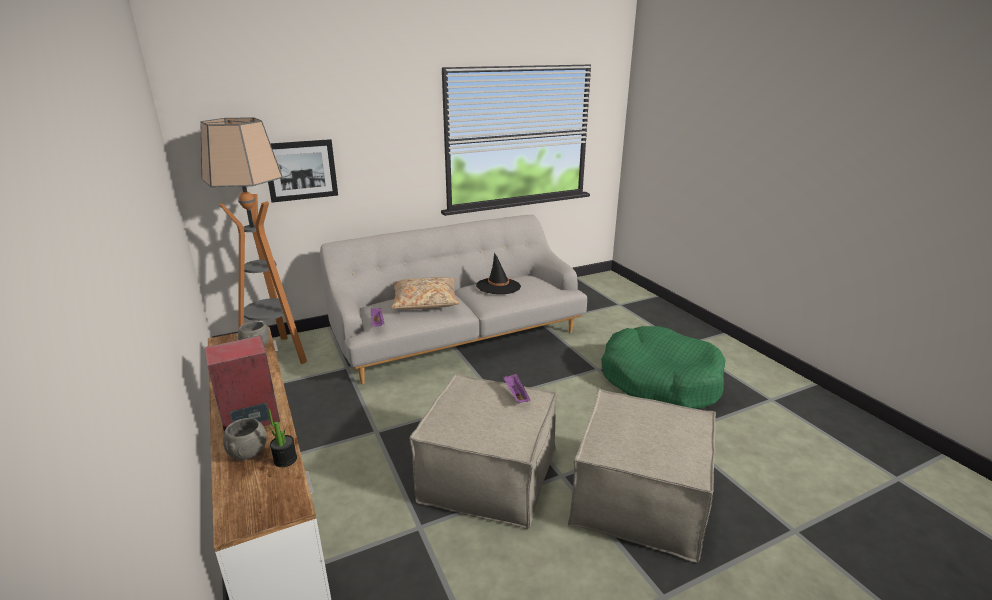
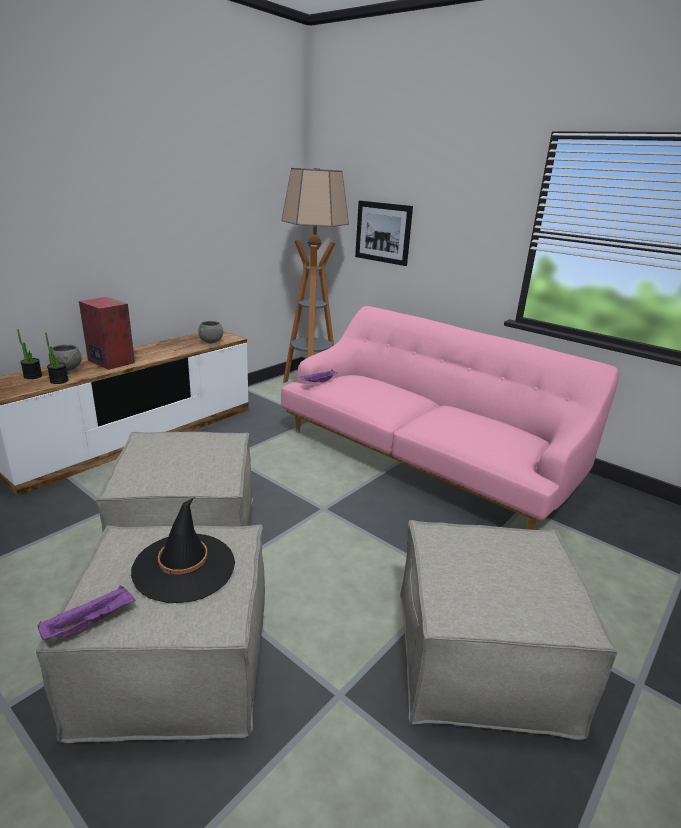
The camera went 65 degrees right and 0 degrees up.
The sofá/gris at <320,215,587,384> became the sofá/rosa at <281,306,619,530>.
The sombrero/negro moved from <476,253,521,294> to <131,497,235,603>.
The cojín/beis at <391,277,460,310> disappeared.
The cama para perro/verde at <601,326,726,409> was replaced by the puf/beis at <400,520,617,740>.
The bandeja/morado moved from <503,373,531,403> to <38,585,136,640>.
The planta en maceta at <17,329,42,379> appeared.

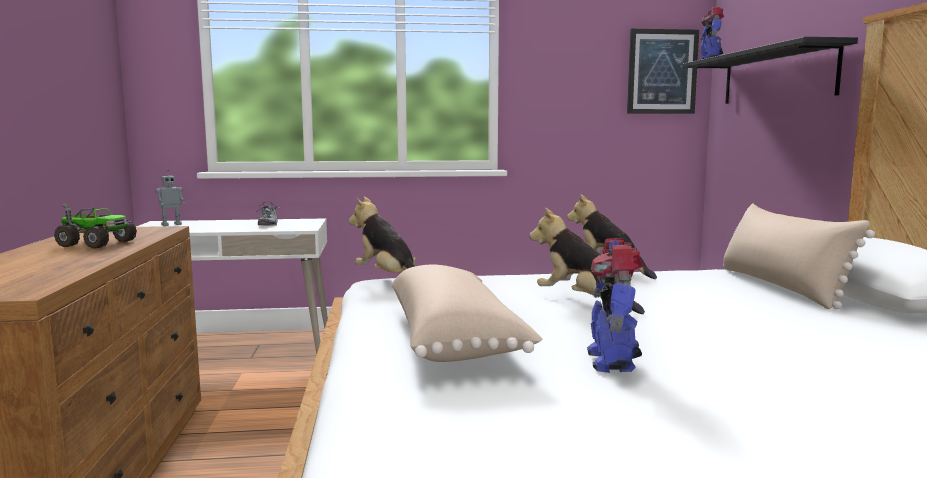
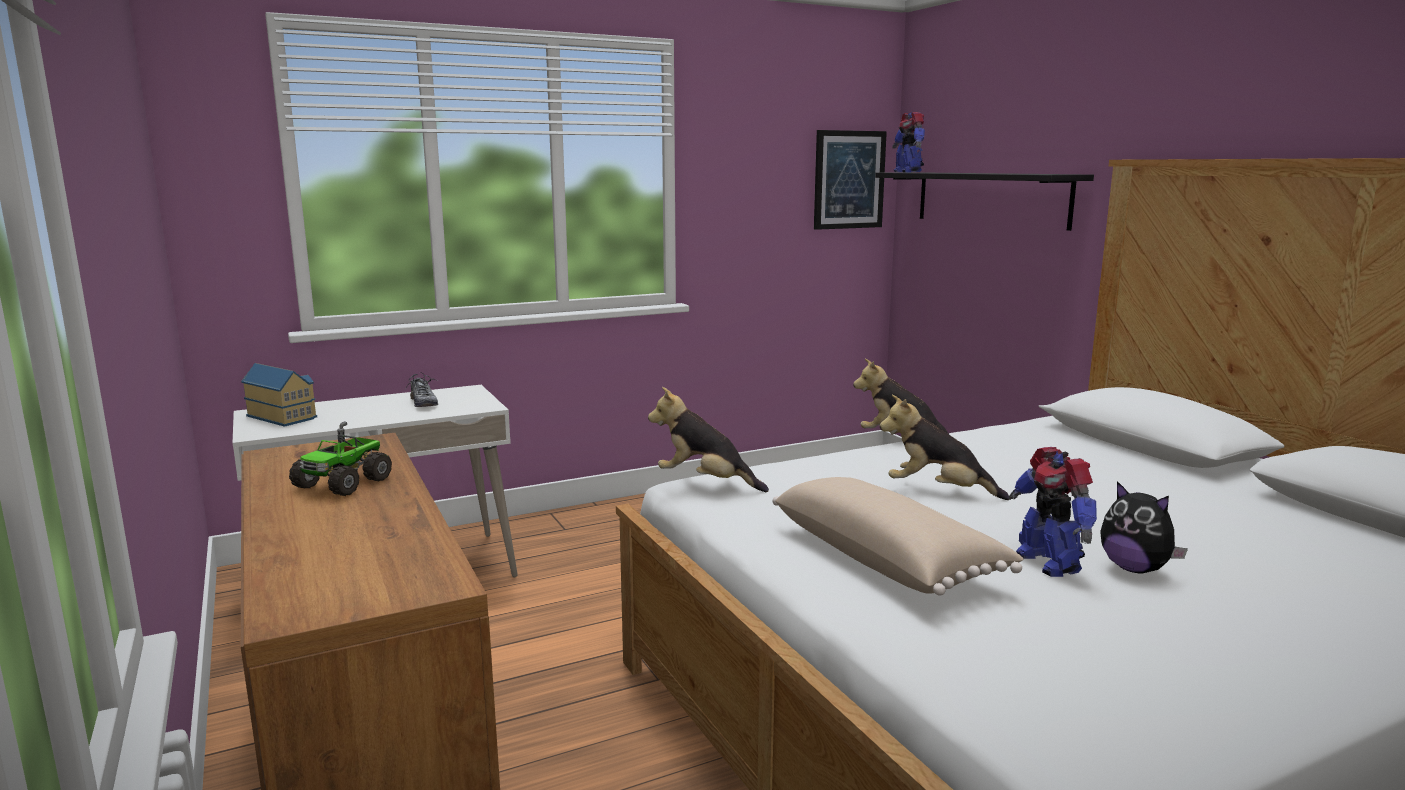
The camera went 20 degrees left and 5 degrees up.
The robot de juguete at <156,169,185,226> was replaced by the casita at <241,363,317,427>.
The cojín/beis at <723,203,875,309> disappeared.
The camión de juguete at <54,204,137,249> turned 120 degrees clockwise.
The peluche at <1100,481,1188,573> appeared.

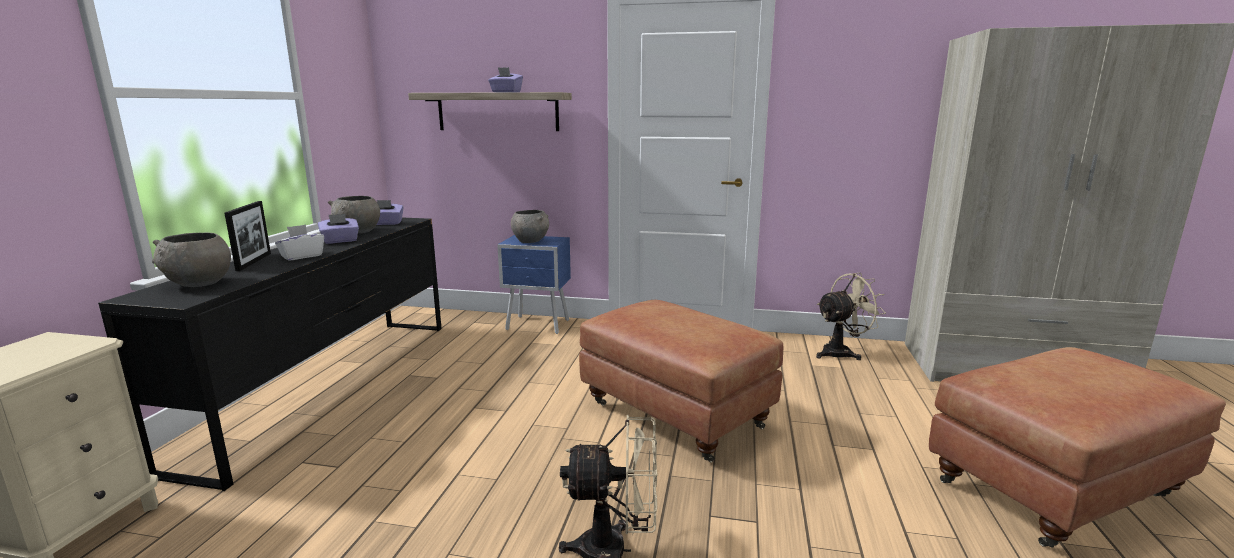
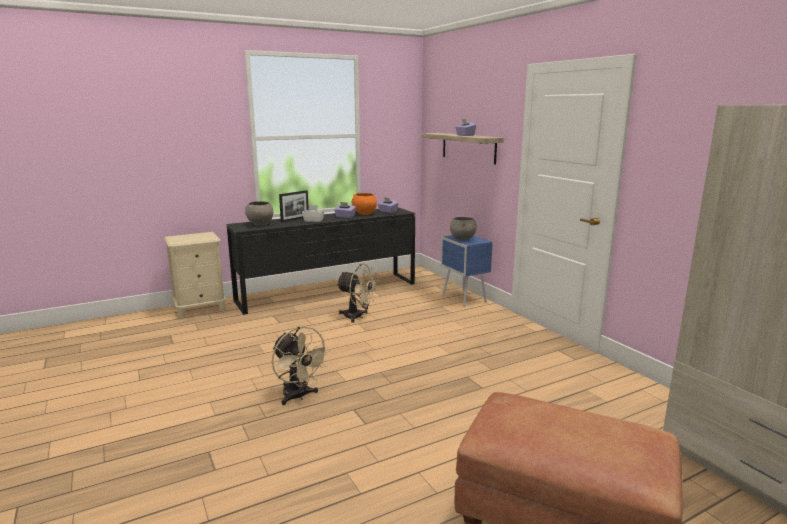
The camera went 50 degrees right and 0 degrees up.
The cuenco/gris at <328,196,380,233> became the cuenco/naranja at <351,193,377,215>.
The ventilador/beis moved from <816,273,886,360> to <337,263,379,323>.
The puf/marrón at <579,300,783,462> disappeared.

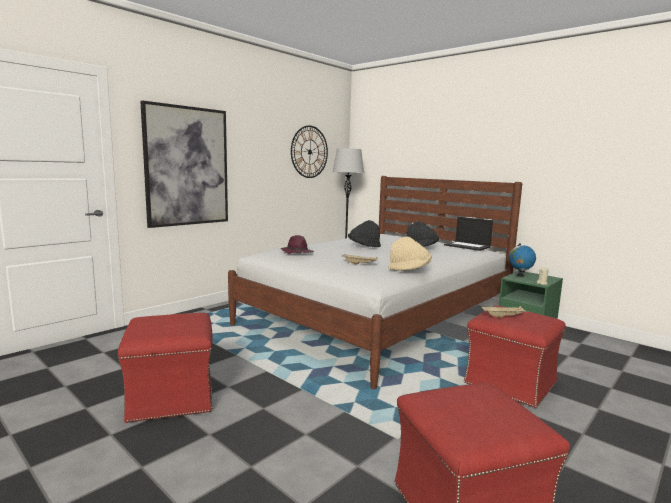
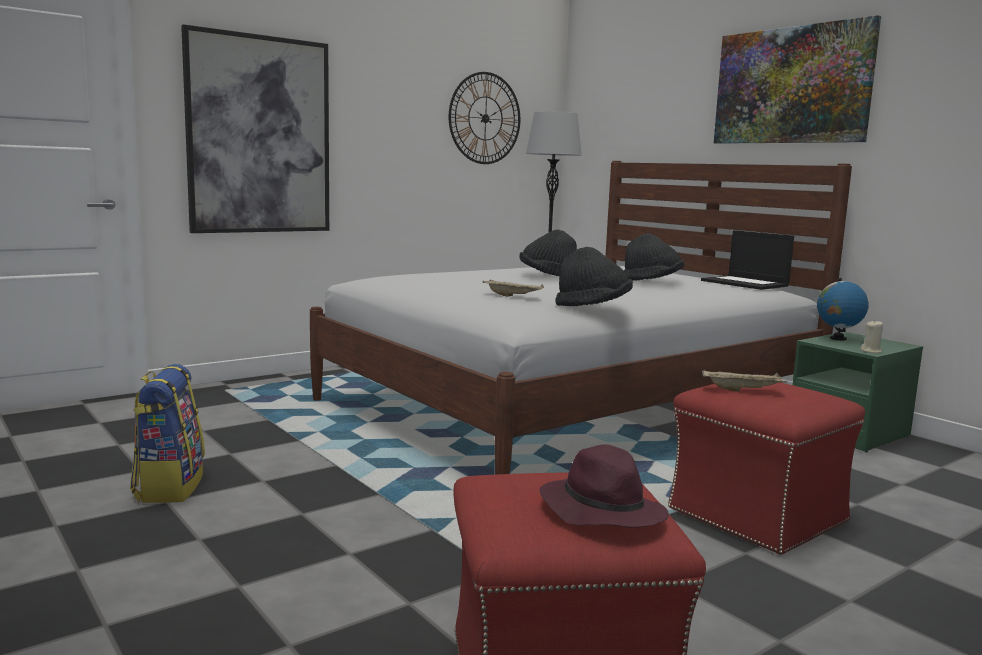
The camera went 10 degrees right and 0 degrees up.
The sombrero/morado moved from <280,235,314,254> to <540,444,669,527>.
The sombrero/beis at <388,236,432,271> became the sombrero/negro at <556,247,633,306>.
The puf/rojo at <118,313,212,423> was replaced by the mochila at <130,364,205,503>.
The cuadro at <714,15,881,144> appeared.

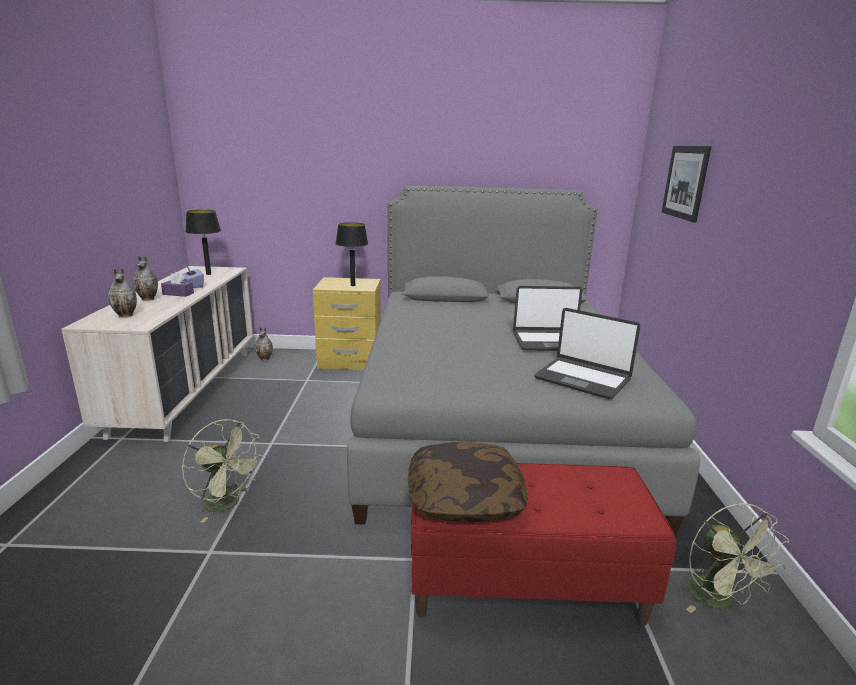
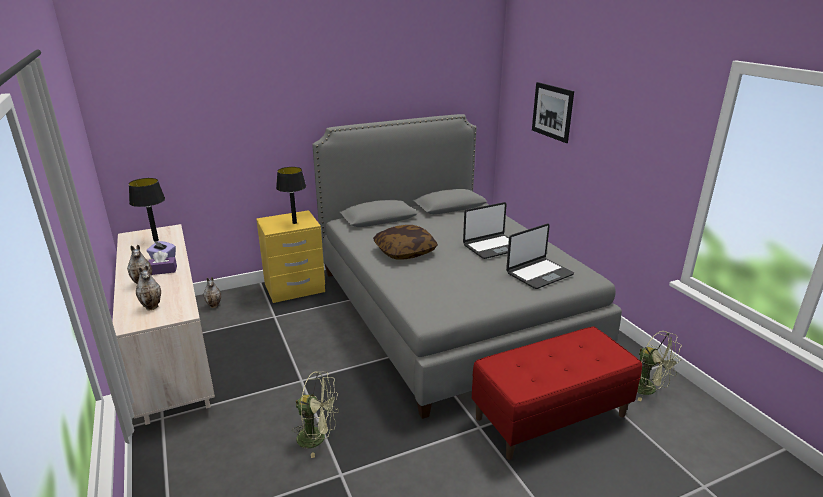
The camera went 25 degrees left and 5 degrees up.
The portátil at <534,308,640,399> turned 45 degrees counterclockwise.
The cojín moved from <408,441,528,522> to <373,225,438,260>.

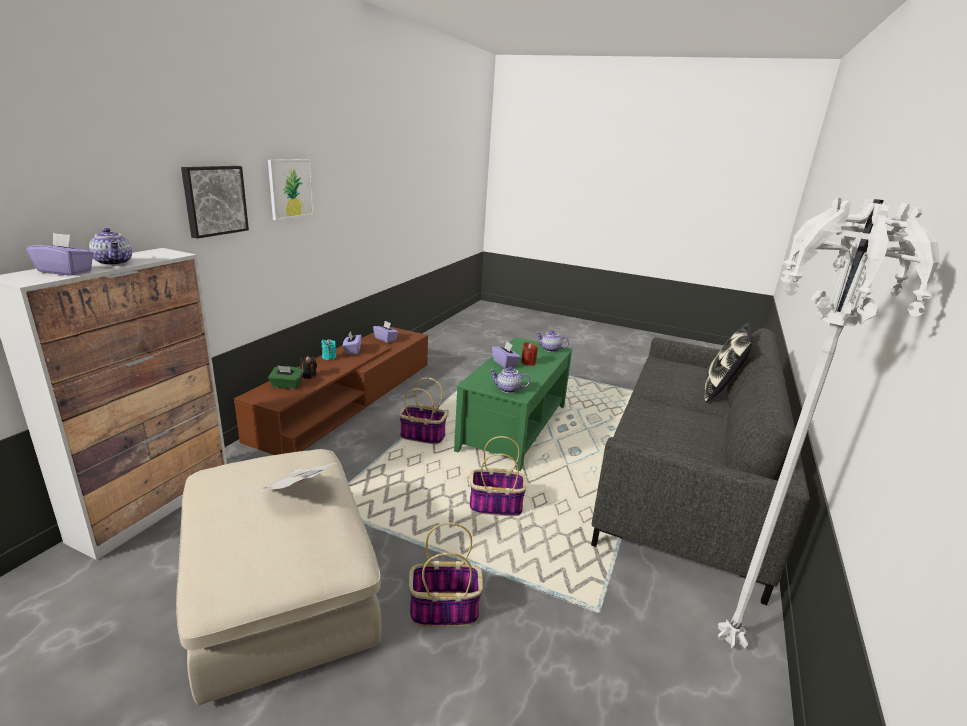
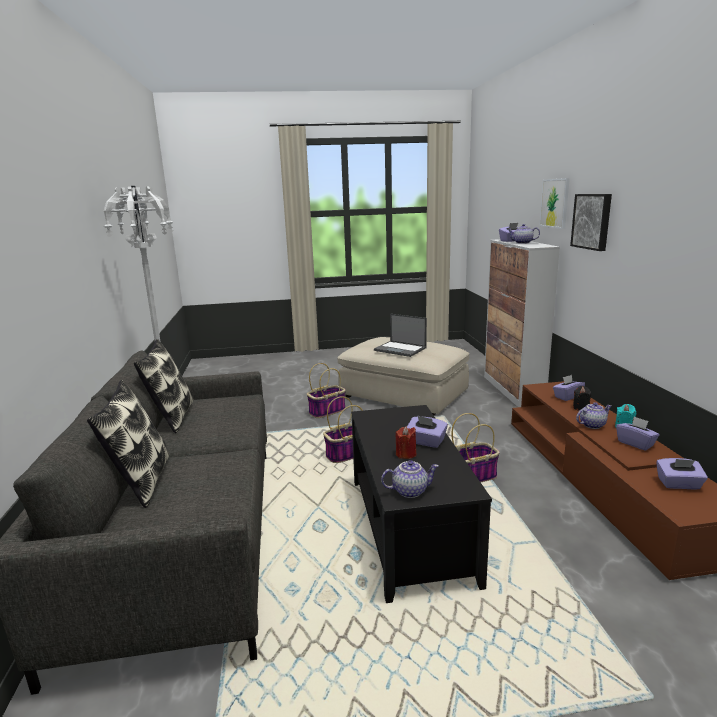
The camera went 150 degrees right and 5 degrees down.
The cuadro moved from <268,159,314,220> to <539,178,570,229>.
The mesa de centro/verde at <454,337,573,471> became the mesa de centro/negro at <351,405,492,603>.
The caja de pañuelos/verde at <268,365,303,389> became the caja de pañuelos/morado at <553,375,585,401>.
The tetera moved from <490,367,530,393> to <576,402,611,429>.
The periódico at <262,463,337,490> was replaced by the portátil at <374,314,427,357>.
The cojín at <134,339,193,433> appeared.

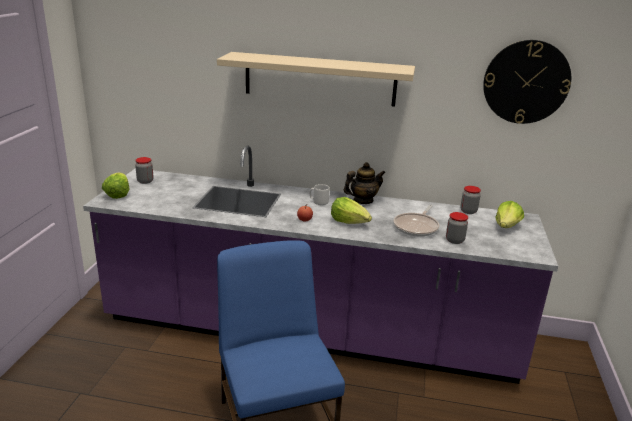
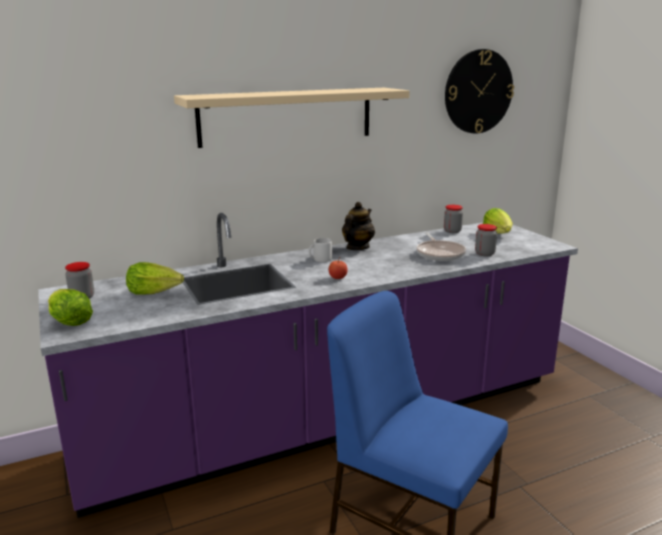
The camera went 35 degrees left and 5 degrees down.
The lechuga moved from <331,197,372,224> to <126,262,184,295>.

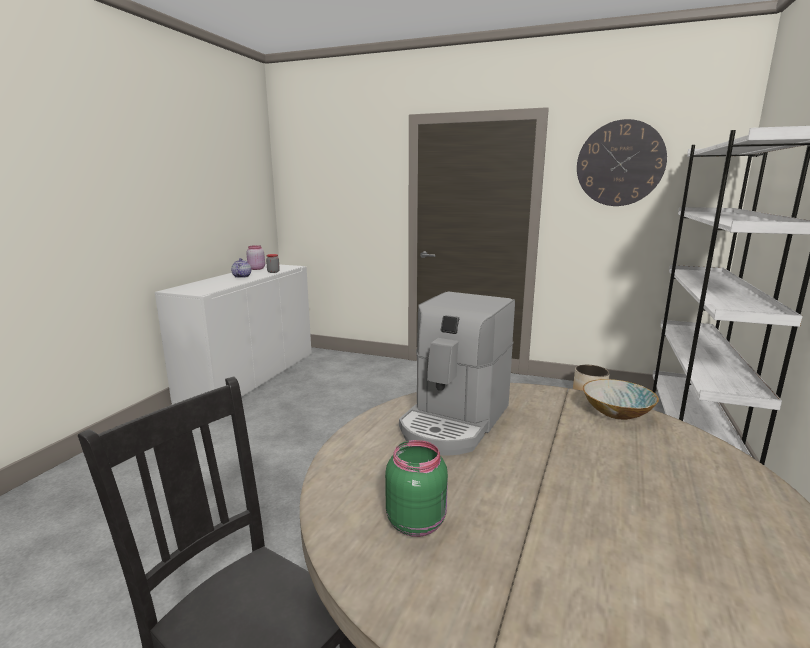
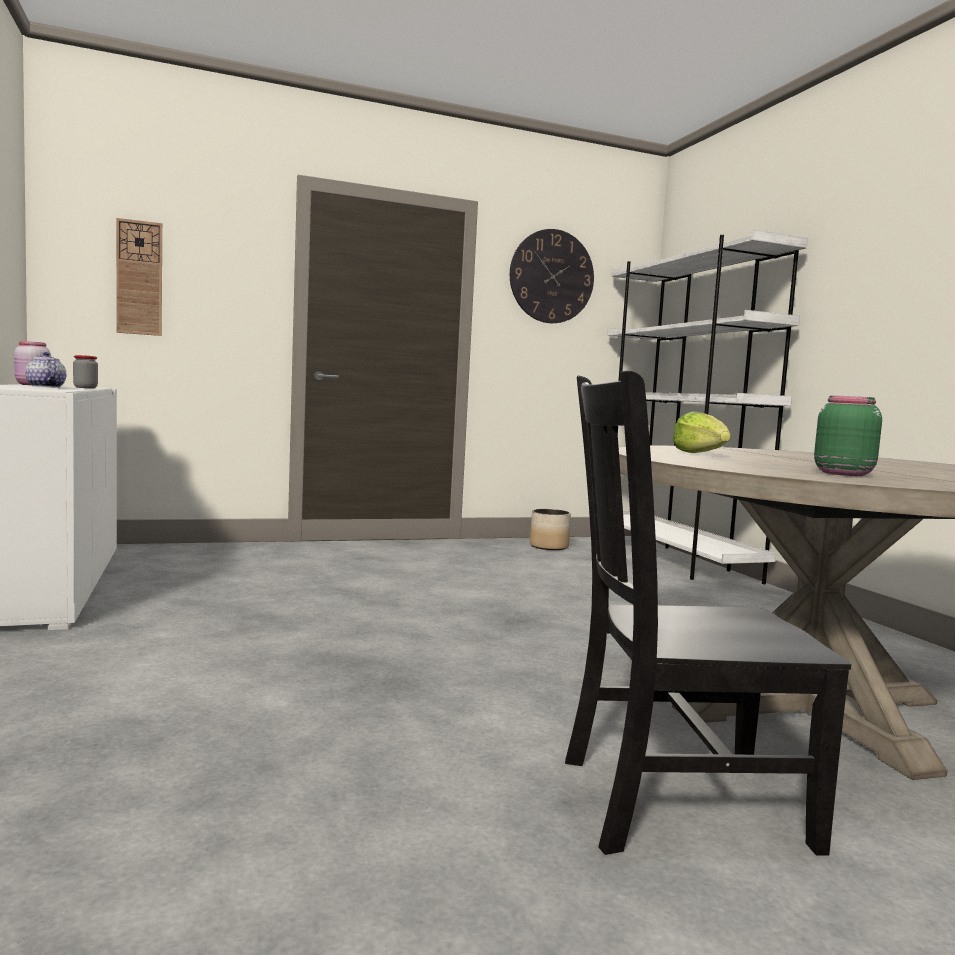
The camera went 40 degrees left and 10 degrees down.
The cafetera at <399,292,515,456> was replaced by the lechuga at <673,411,731,453>.
The cuenco at <583,379,659,420> disappeared.
The reloj de pared at <116,218,162,336> appeared.

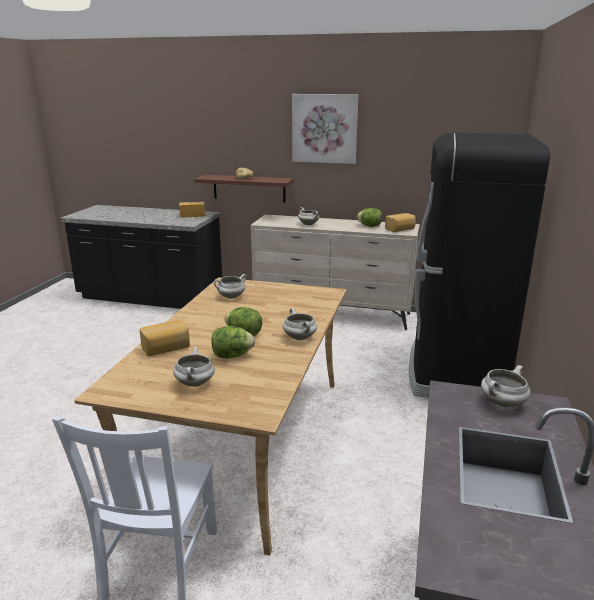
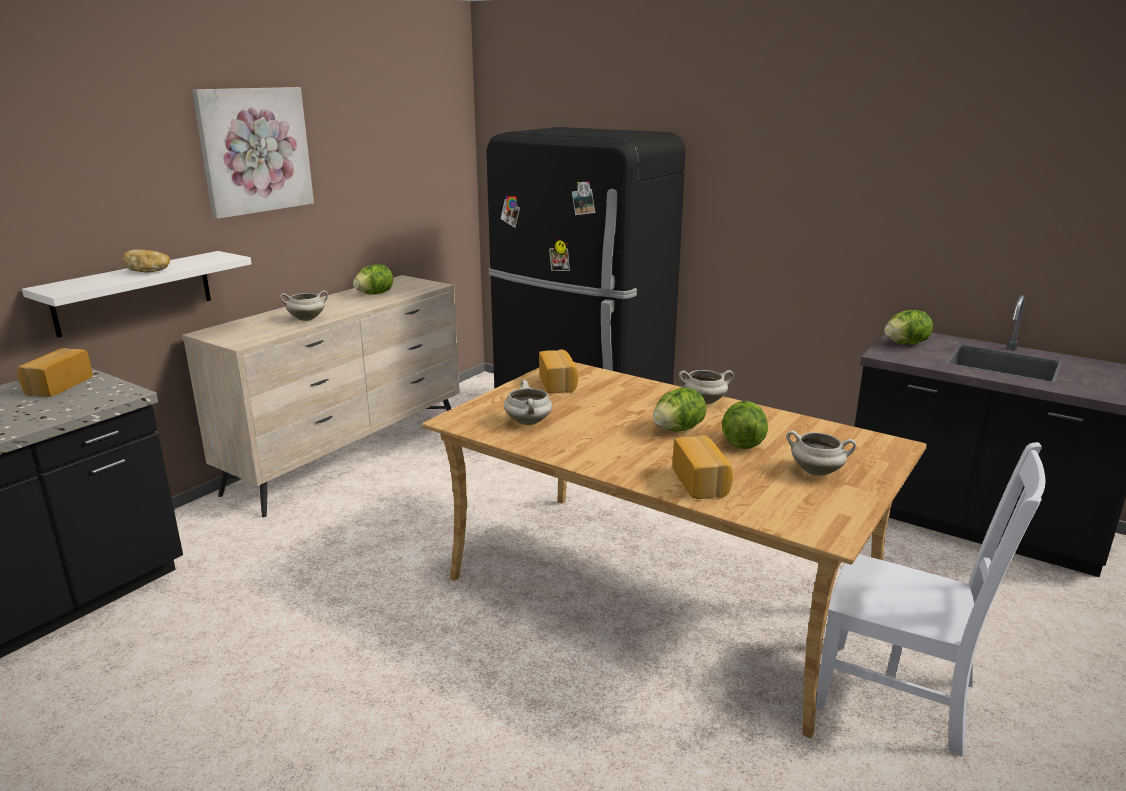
The camera went 70 degrees left and 0 degrees up.
The estante/marrón at <194,175,294,203> became the estante/blanco at <22,251,251,338>.
The pan moved from <385,213,416,232> to <539,350,579,393>.
The olla/blanco at <481,365,531,407> was replaced by the lechuga at <884,310,933,345>.

